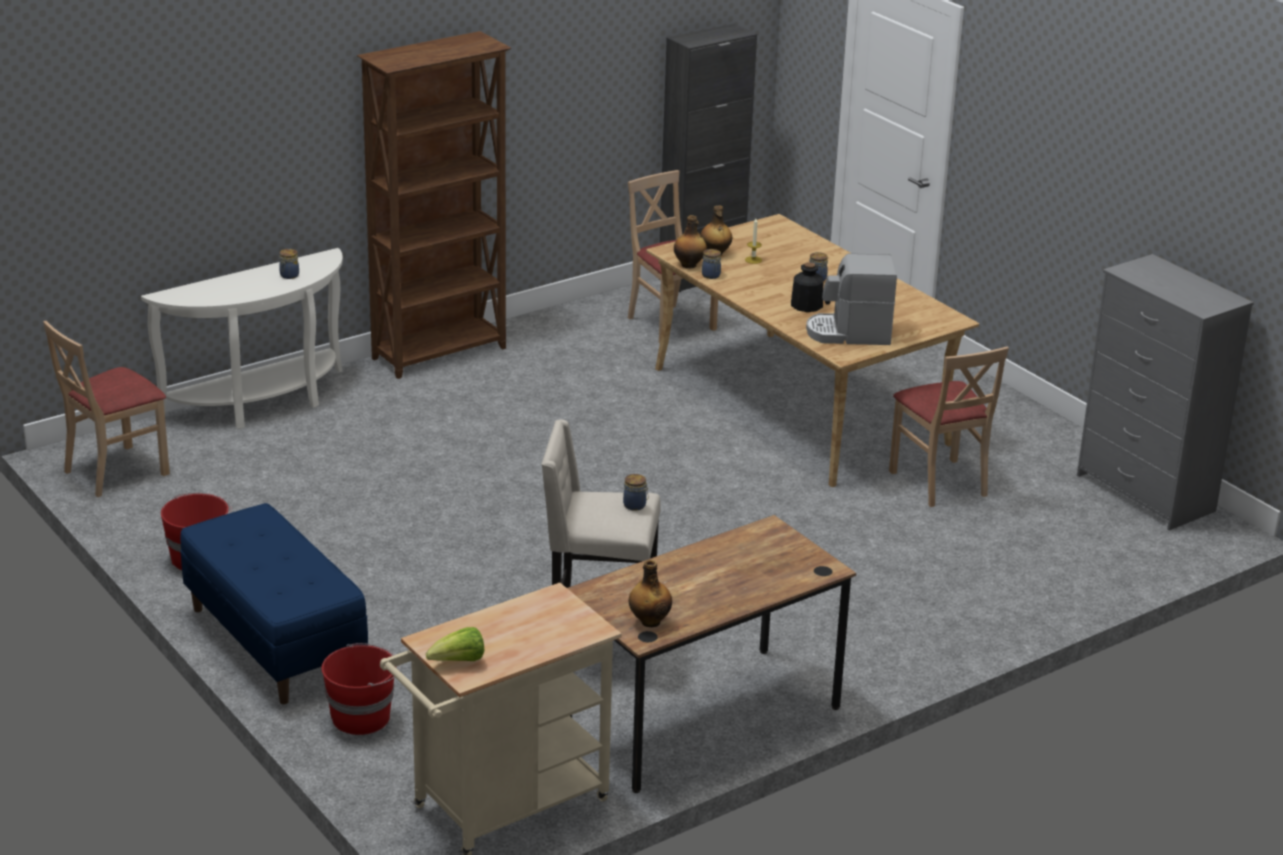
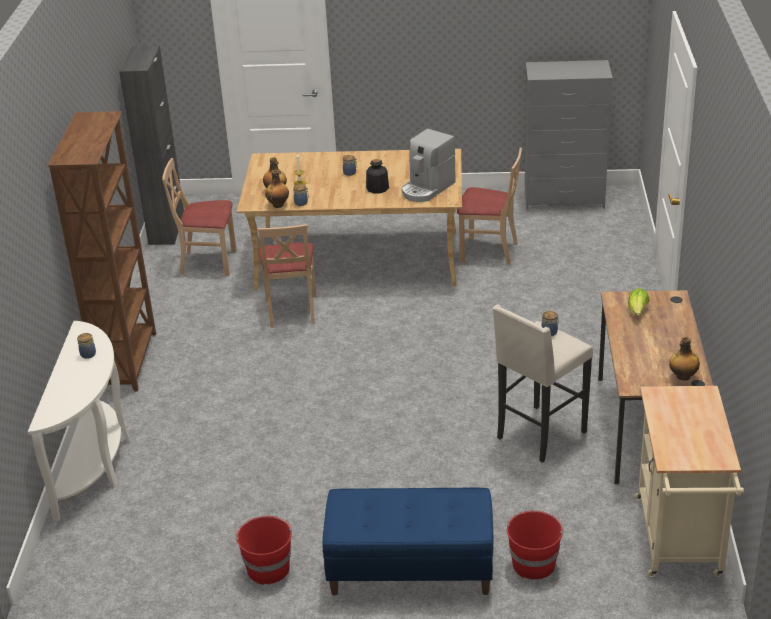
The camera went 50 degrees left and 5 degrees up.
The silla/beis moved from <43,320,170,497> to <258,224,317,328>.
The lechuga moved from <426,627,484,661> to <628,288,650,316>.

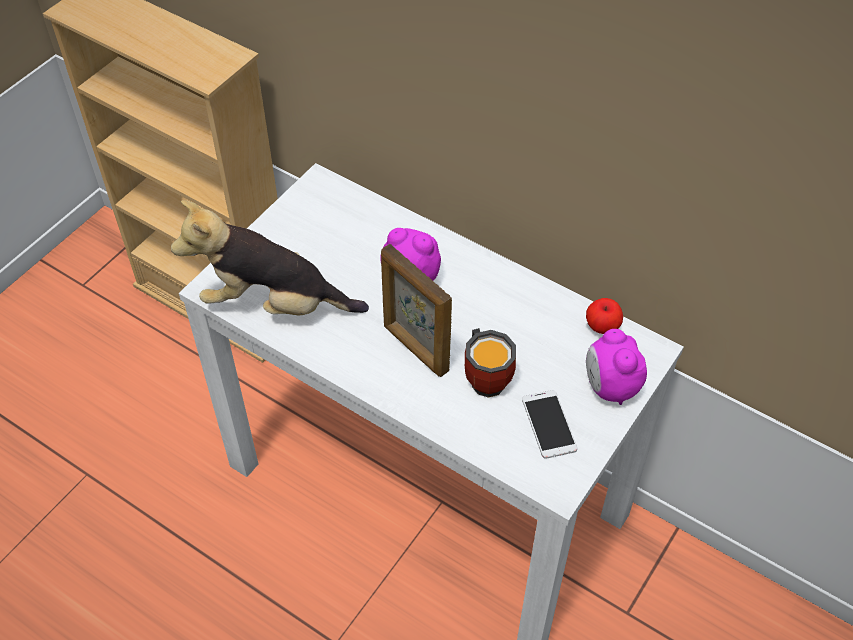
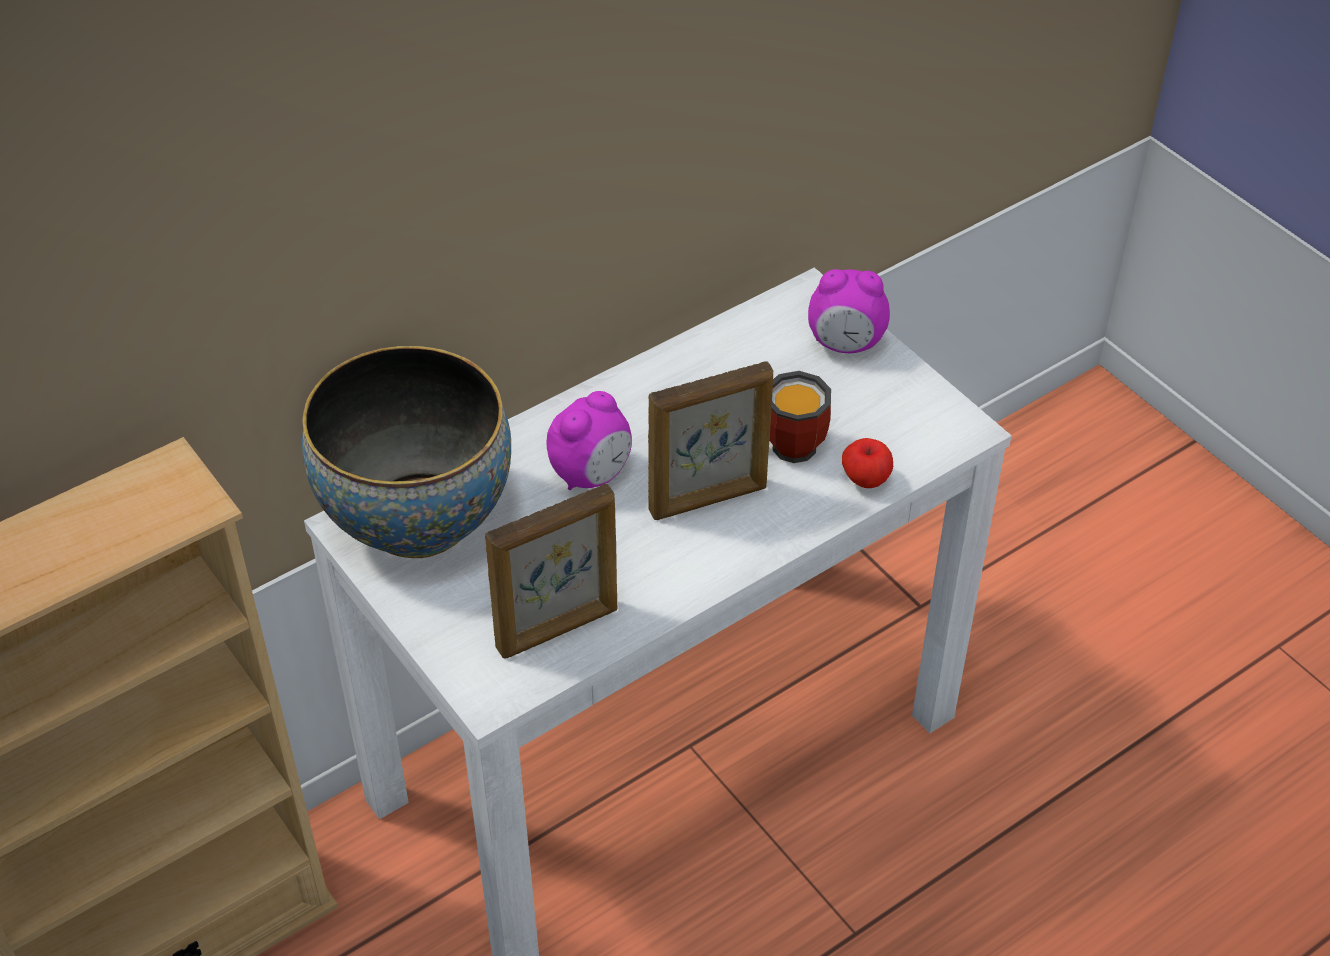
The camera went 70 degrees left and 5 degrees down.
The peluche at <171,200,369,316> was replaced by the portarretratos at <485,484,617,658>.
The manzana moved from <586,298,623,334> to <842,438,893,488>.
The móvil at <522,390,577,459> disappeared.
The cuenco at <302,346,511,558> appeared.

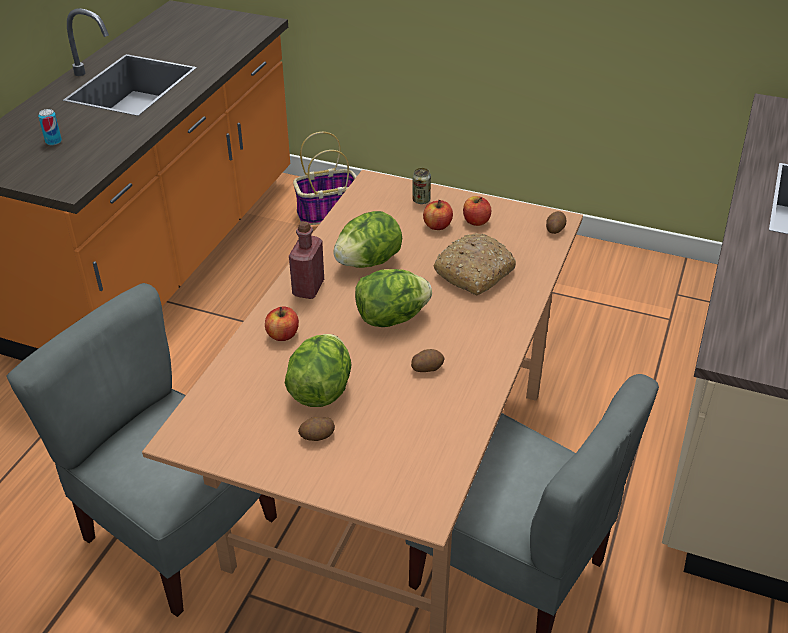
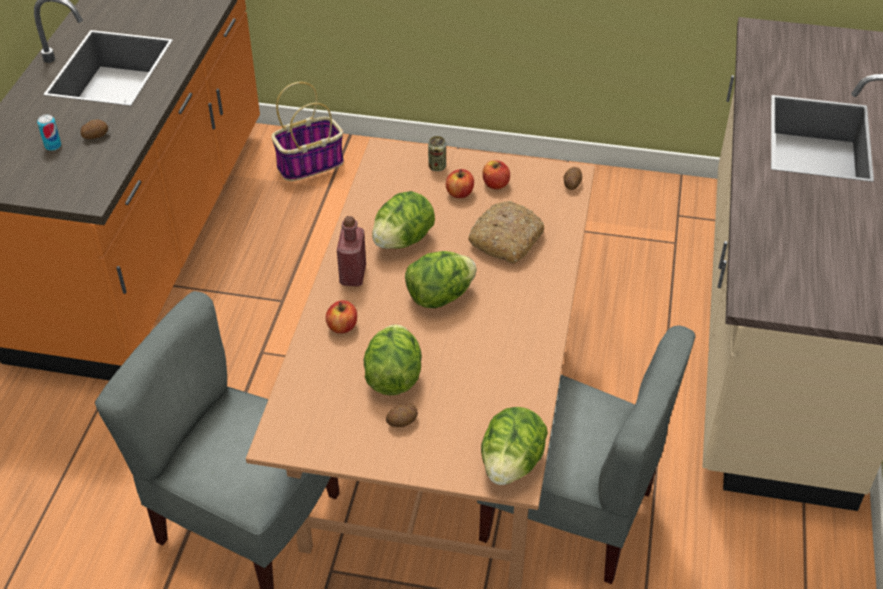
The camera went 10 degrees left and 5 degrees up.
The patata moved from <411,349,445,372> to <81,120,108,139>.
The lechuga at <481,407,548,485> appeared.

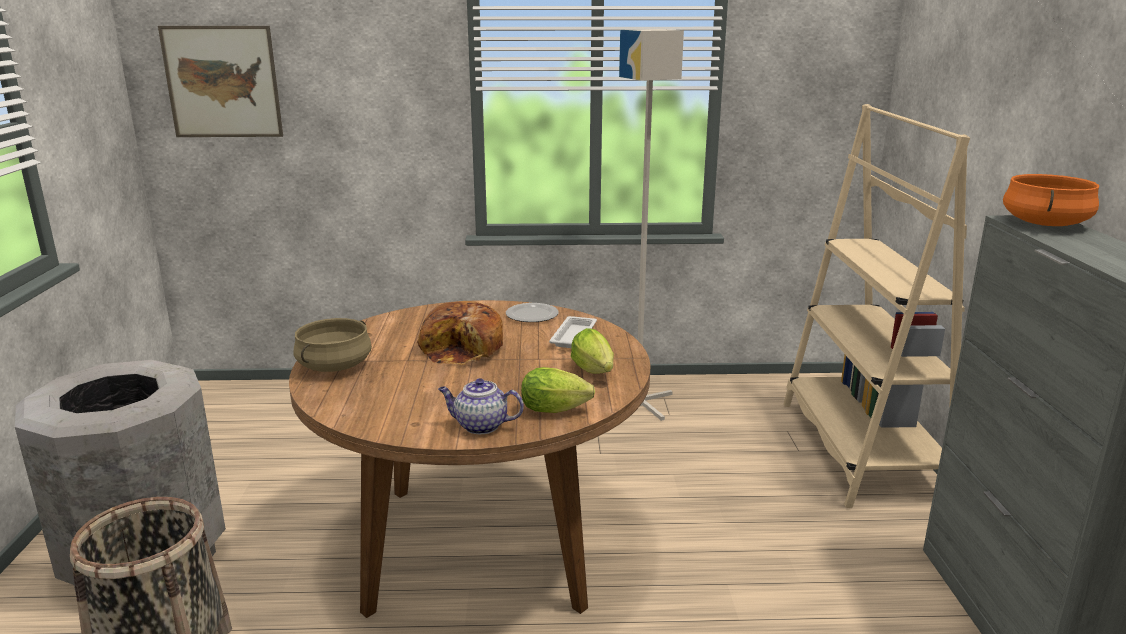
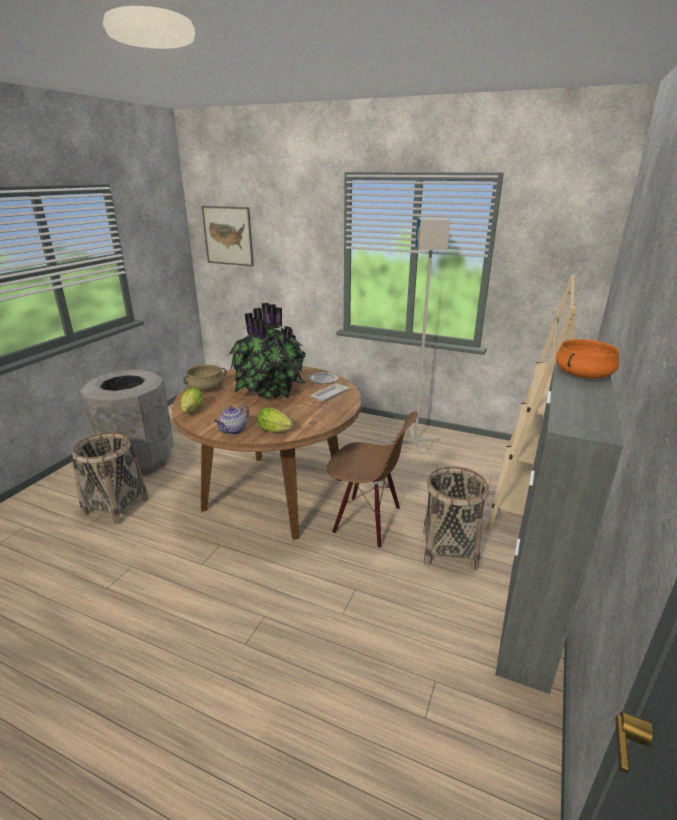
The camera went 25 degrees right and 5 degrees up.
The pan at <417,301,503,365> was replaced by the planta en maceta at <229,303,306,400>.
The lechuga moved from <571,328,614,374> to <181,387,204,412>.
The tetera at <438,378,524,434> turned 90 degrees counterclockwise.
The silla/marrón at <326,411,418,548> appeared.
The cesta at <423,467,489,570> appeared.

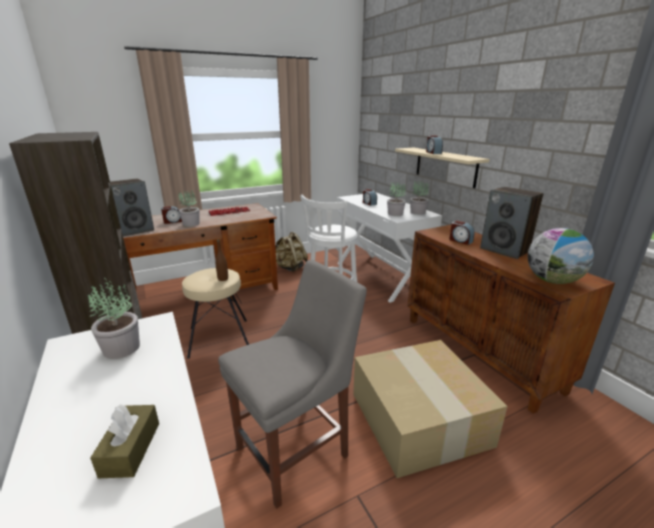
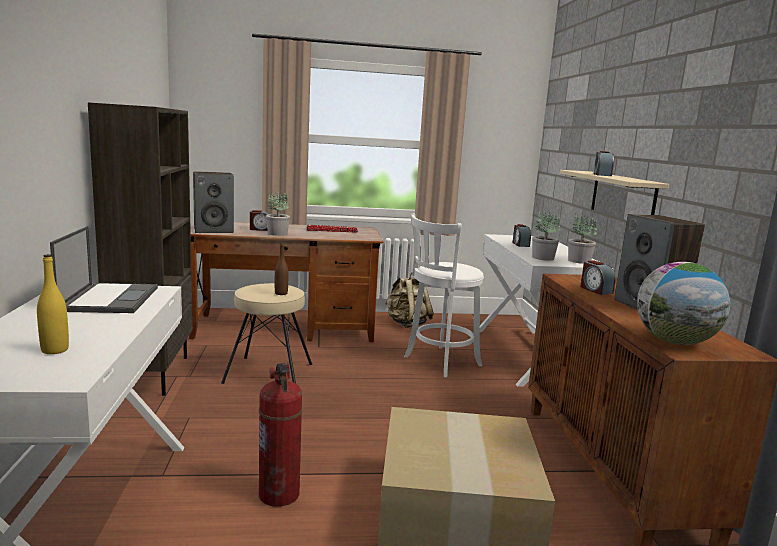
The camera went 20 degrees right and 10 degrees down.
The silla/gris at <218,260,367,509> was replaced by the extintor at <259,363,302,507>.
The planta en maceta at <88,278,140,359> was replaced by the portátil at <50,226,158,313>.
The caja de pañuelos/marrón at <90,404,159,478> was replaced by the botella/amarillo at <37,254,69,354>.

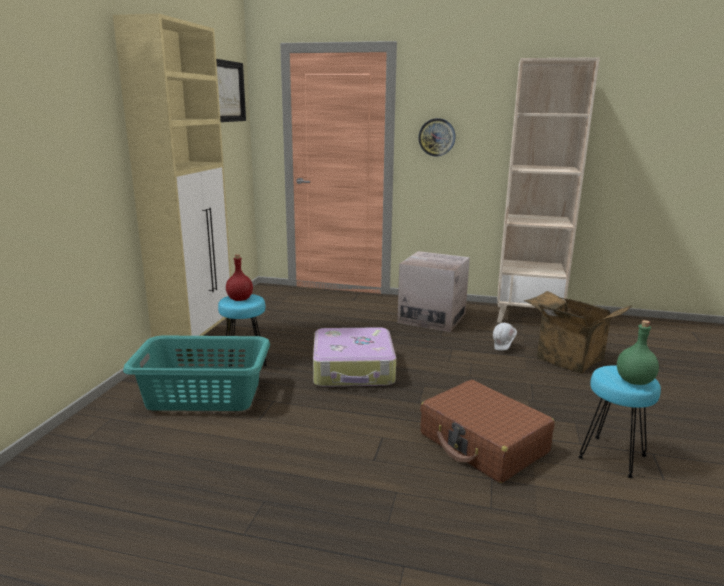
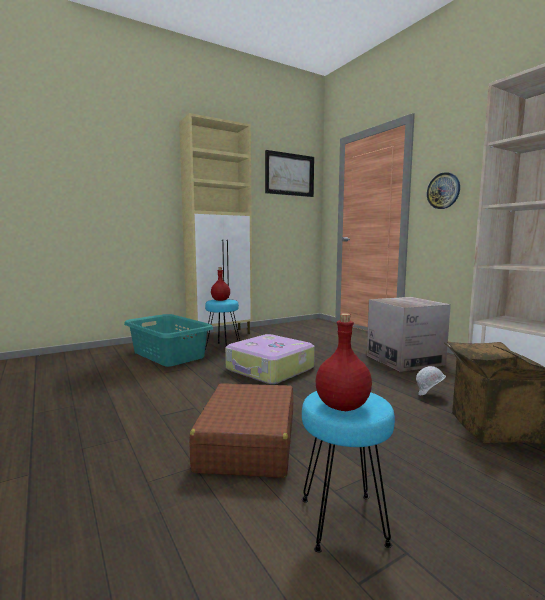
The camera went 45 degrees right and 10 degrees down.
The botella/verde at <617,320,659,385> became the botella/rojo at <316,313,372,411>.

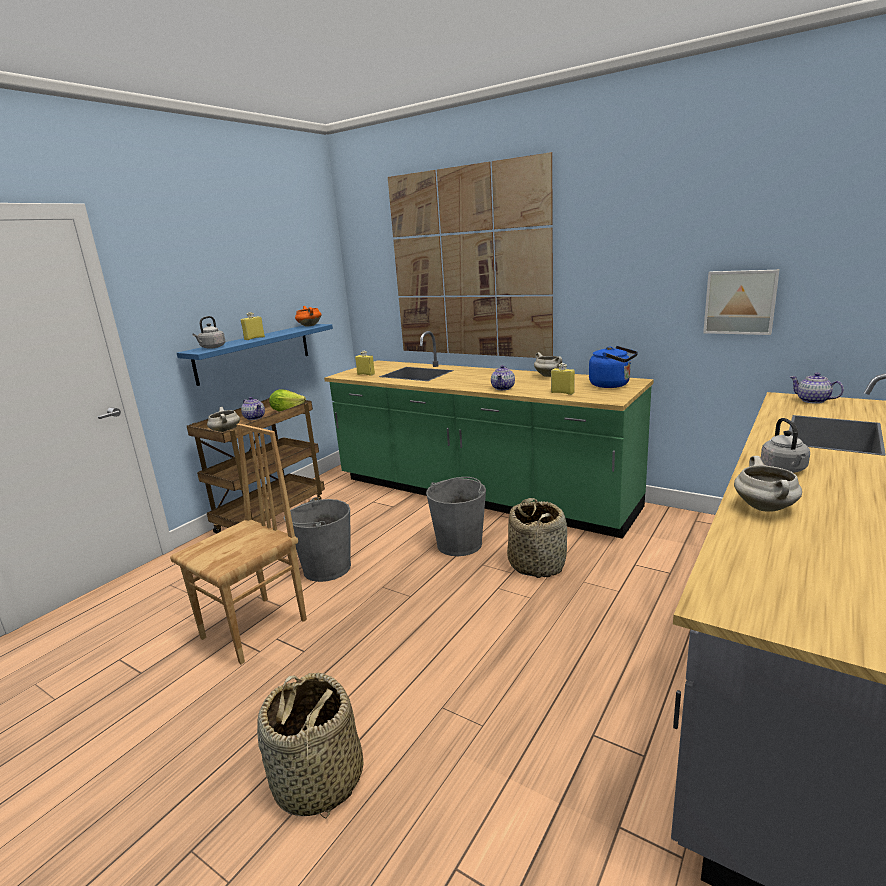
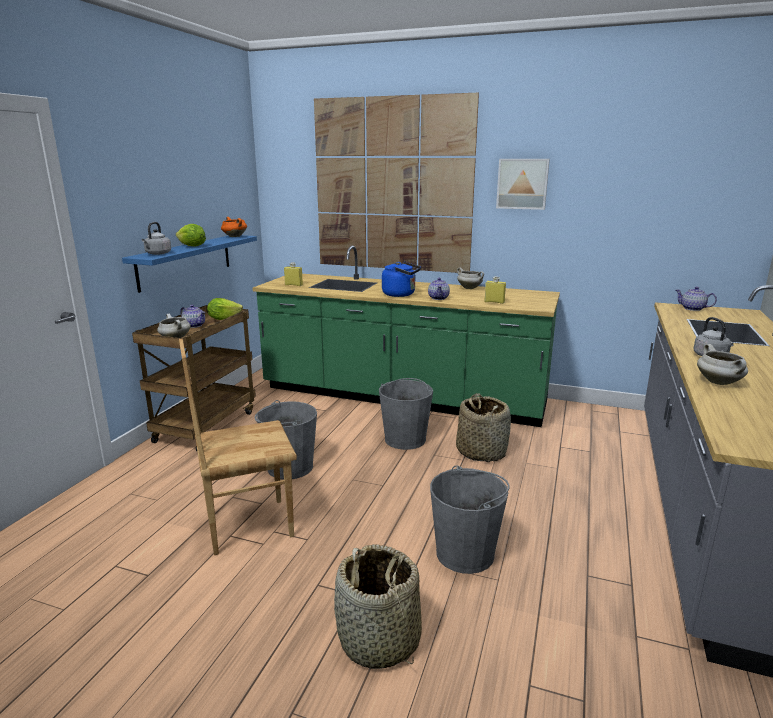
The camera went 15 degrees left and 0 degrees up.
The cuadro moved from <703,270,779,335> to <496,159,550,210>.
The botella/amarillo at <241,312,265,340> was replaced by the lechuga at <176,224,206,246>.
The hervidor/azul moved from <589,346,638,388> to <382,262,421,297>.
The silla/marrón at <170,423,307,664> turned 135 degrees counterclockwise.
The cubo/gris at <430,465,509,574> appeared.

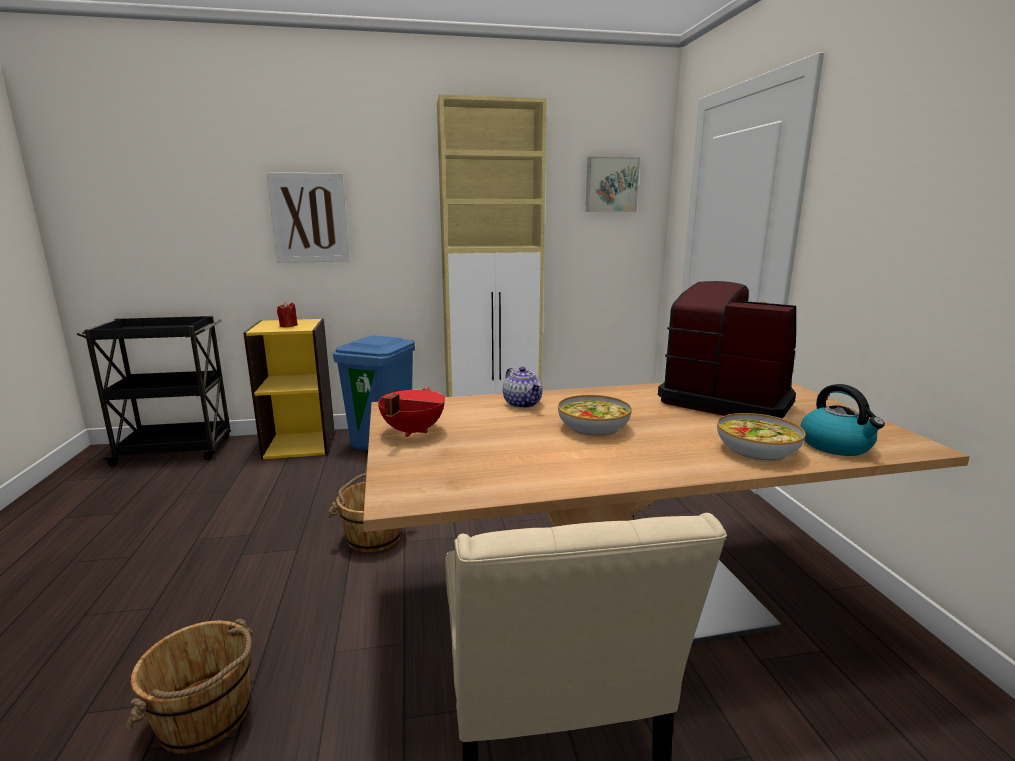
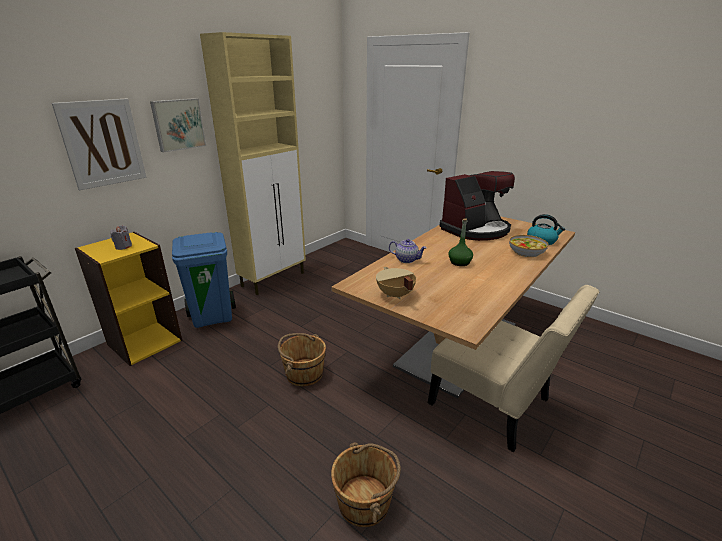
The camera went 40 degrees left and 10 degrees up.
The cuadro moved from <586,157,640,212> to <150,98,206,153>.
The cafetera at <658,281,796,419> turned 150 degrees clockwise.
The vela/rojo at <277,302,298,327> became the vela/gris at <110,225,132,250>.
The olla/rojo at <378,388,445,437> became the olla/beis at <376,267,416,299>.
The cuenco at <558,395,632,437> was replaced by the botella/verde at <448,218,473,266>.

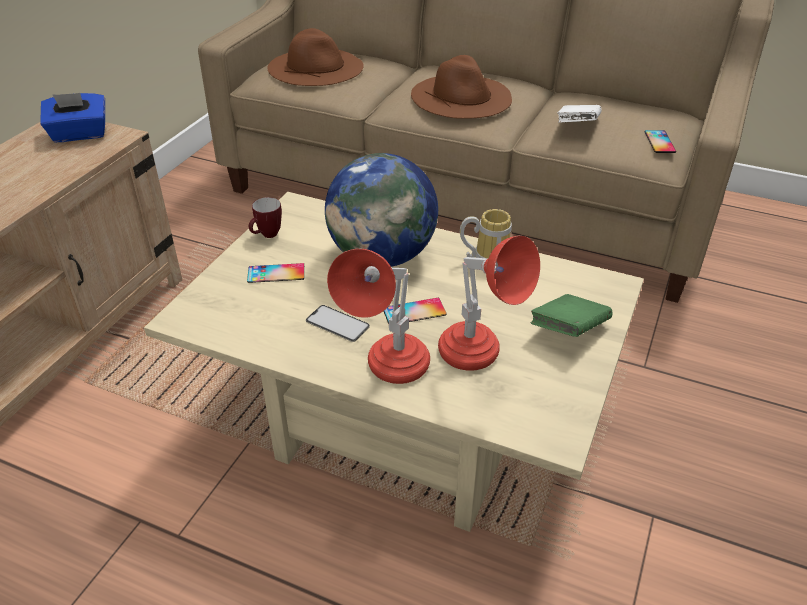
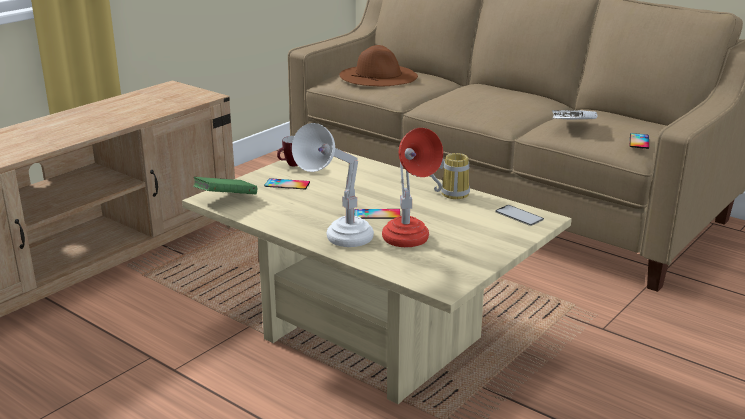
The camera went 15 degrees right and 15 degrees down.
The sombrero/marrón at <411,55,512,119> disappeared.
The caja de pañuelos/azul at <40,93,105,142> disappeared.
The globo terráqueo at <325,153,438,267> disappeared.
The lámpara de mesa/rojo at <327,249,430,384> became the lámpara de mesa/blanco at <292,123,374,247>.
The libro/verde moved from <530,294,612,337> to <193,177,257,194>.
The móvil moved from <306,305,370,342> to <495,205,544,226>.

